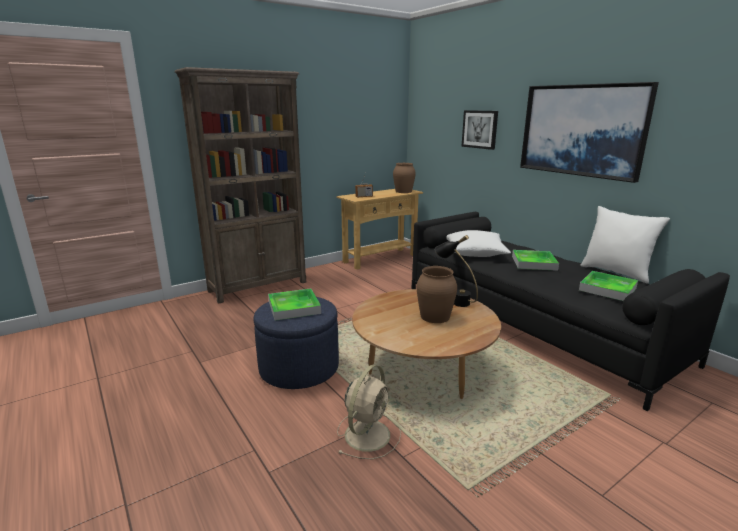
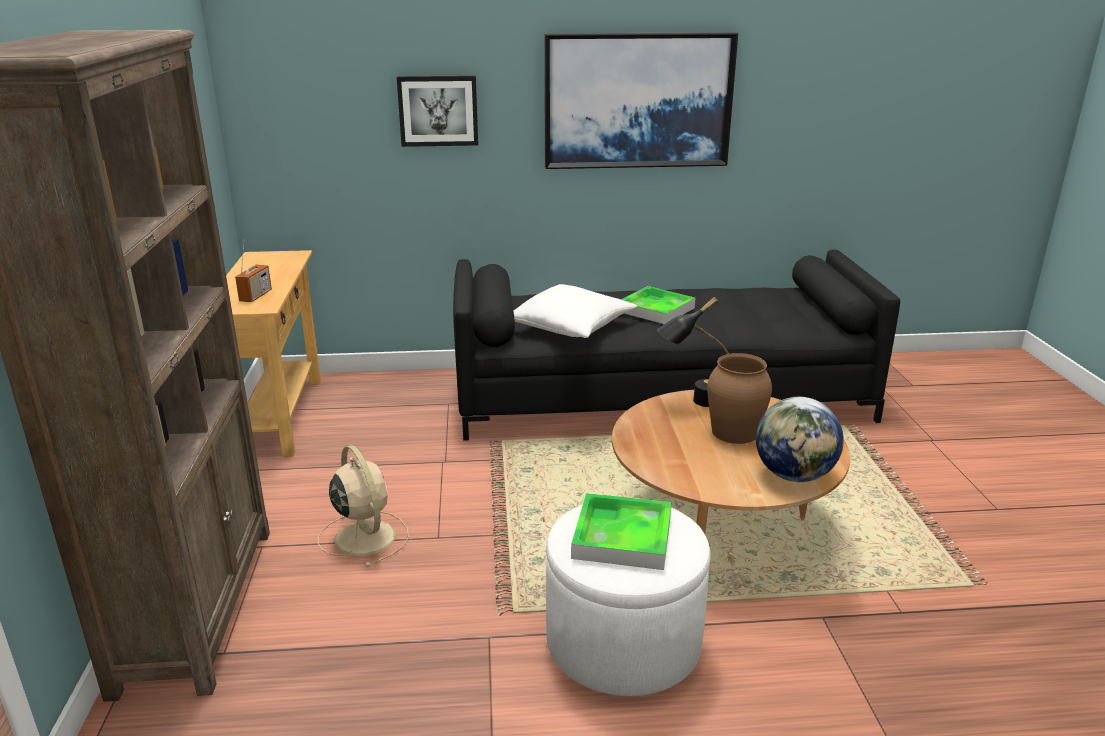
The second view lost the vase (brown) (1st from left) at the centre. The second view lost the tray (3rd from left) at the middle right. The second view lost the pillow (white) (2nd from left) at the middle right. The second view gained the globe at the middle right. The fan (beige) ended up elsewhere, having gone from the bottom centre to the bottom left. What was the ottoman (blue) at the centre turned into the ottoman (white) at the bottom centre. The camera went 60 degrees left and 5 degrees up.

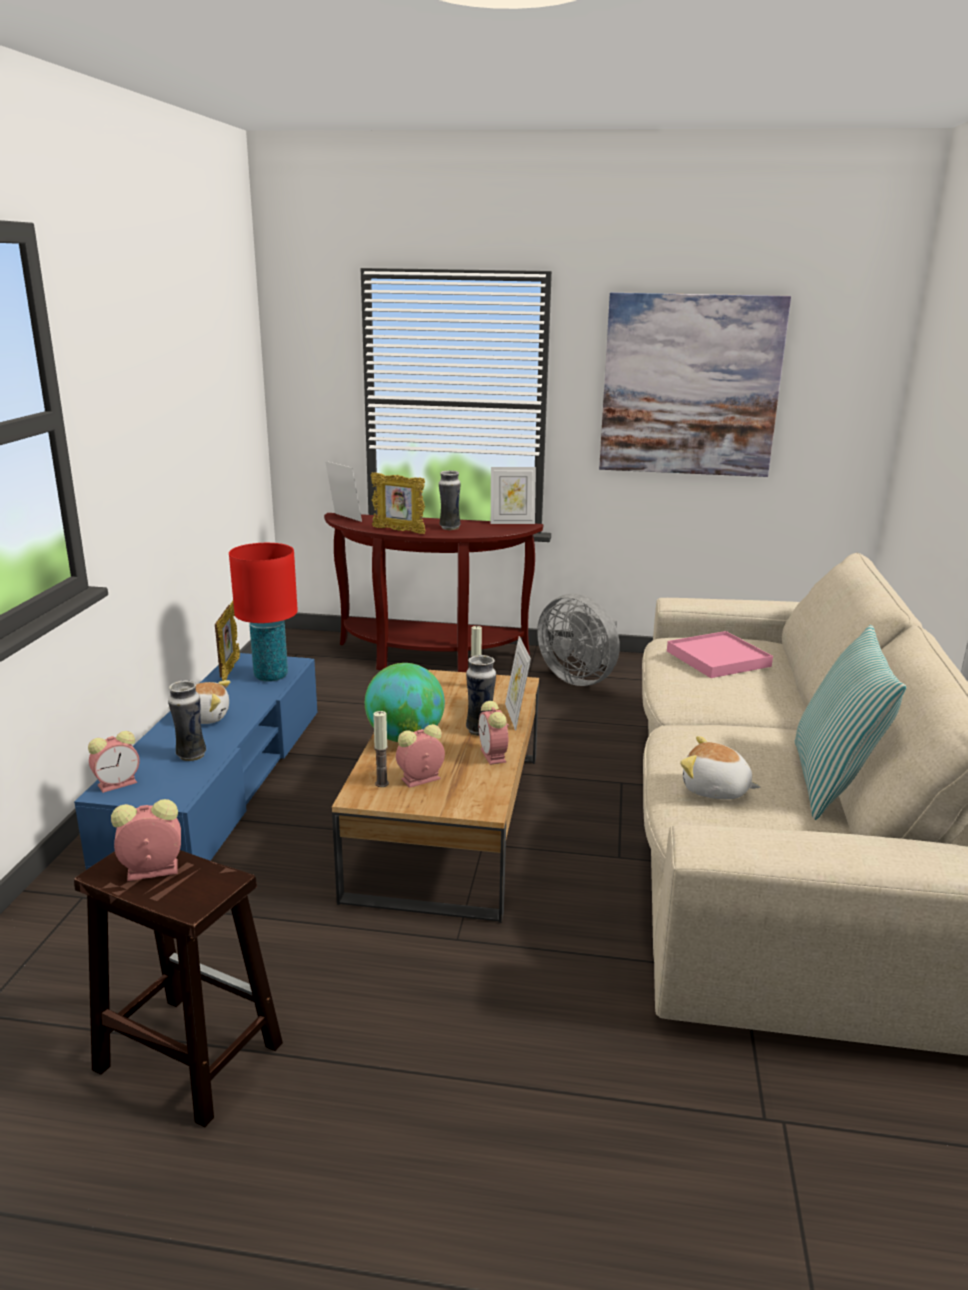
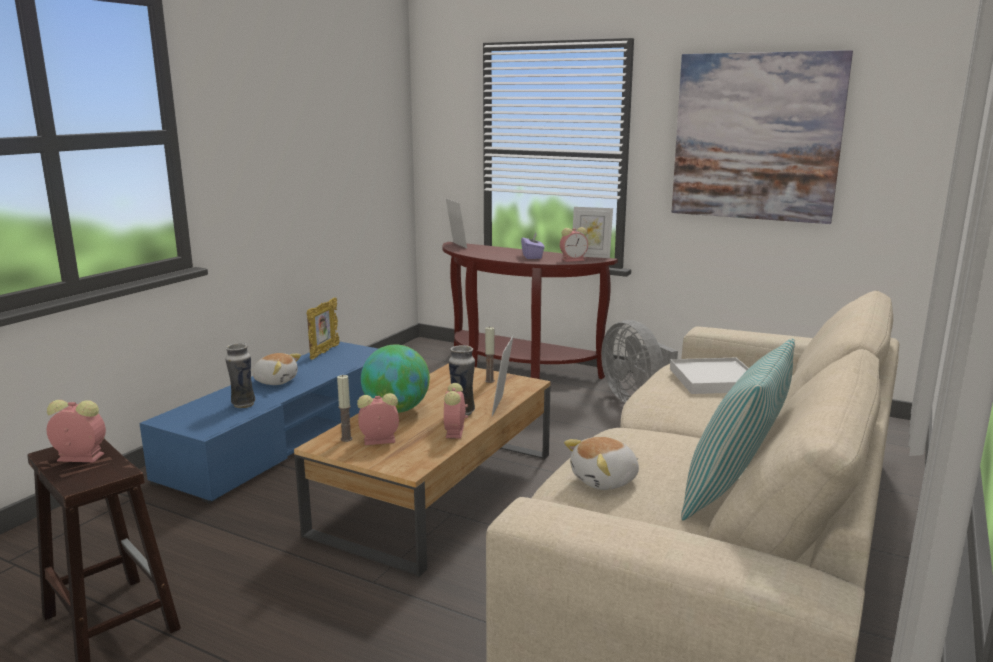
The second view lost the table lamp (red) at the middle left. The second view lost the picture frame (3rd from left) at the centre. The alarm clock (1st from left in the first image) ended up elsewhere, having gone from the middle left to the centre. Where the vase (2nd from left) stood at the centre, the tissue box (purple) came to stand at the centre. What was the tray (pink) at the middle right turned into the tray (white) at the middle right. The plush toy (2nd from left) at the middle right ended up facing another way, 75 degrees counterclockwise from before. The camera went 20 degrees right and 5 degrees down.

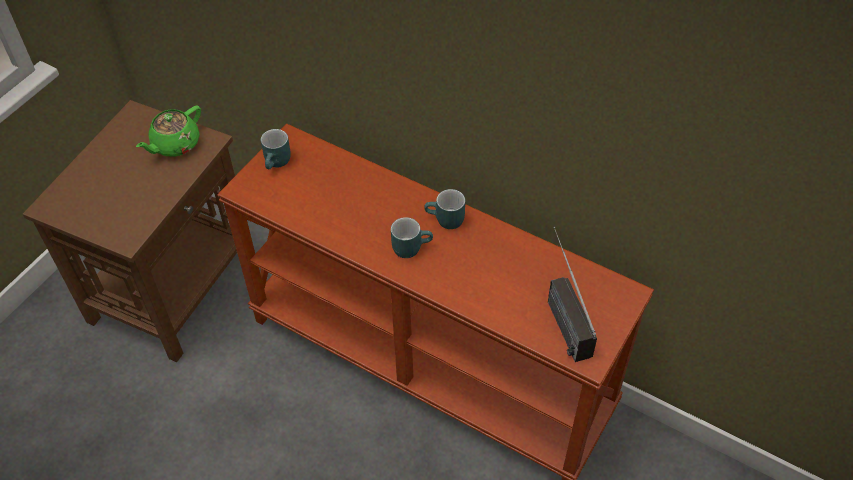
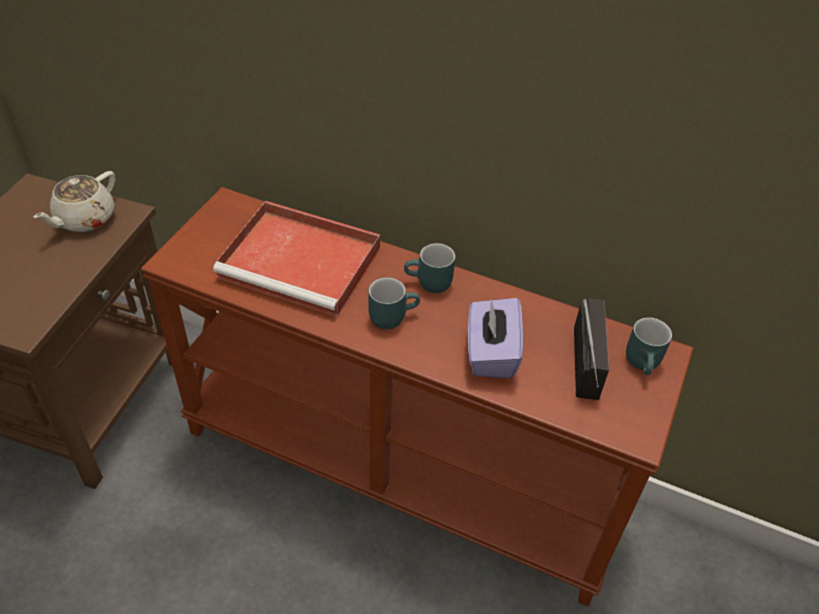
The second view gained the tray (red) at the centre. The second view gained the tissue box (purple) at the centre. The mug (turquoise) (1st from left in the first image) ended up elsewhere, having gone from the top left to the middle right. What was the teapot (green) at the top left turned into the teapot (beige) at the top left. The radio at the middle right ended up facing another way, 150 degrees counterclockwise from before. The camera went 10 degrees left and 5 degrees down.

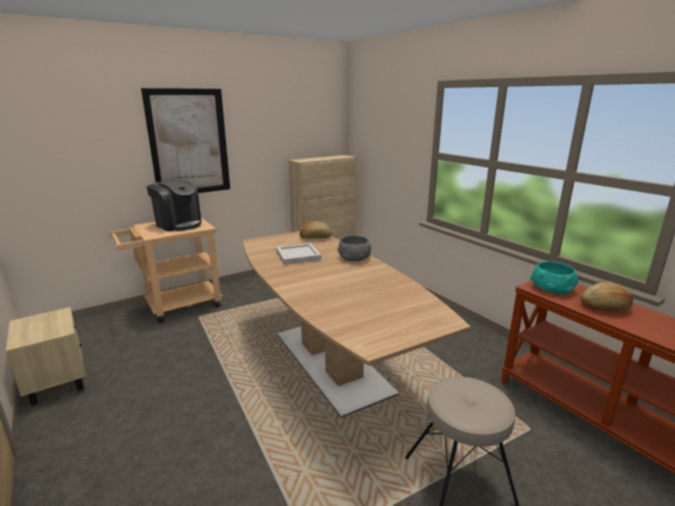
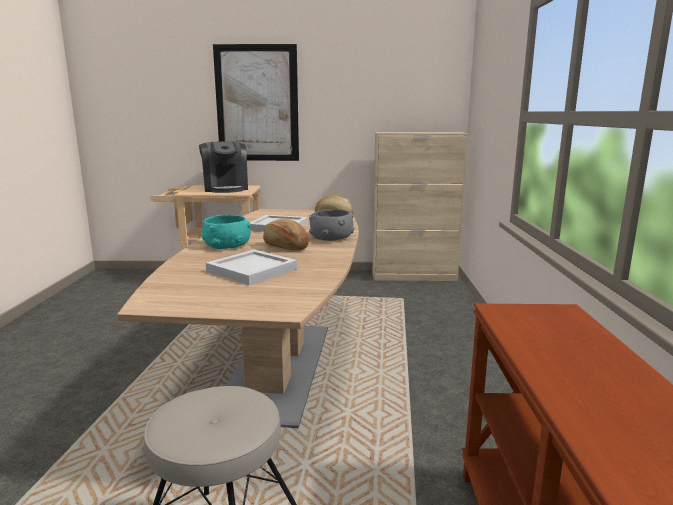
The second view lost the nightstand (beige) at the bottom left. The second view gained the tray (white) (1st from left) at the centre. The bowl (turquoise) ended up elsewhere, having gone from the middle right to the centre. The bread (2nd from left in the first image) ended up elsewhere, having gone from the middle right to the centre. The camera went 35 degrees right and 5 degrees down.

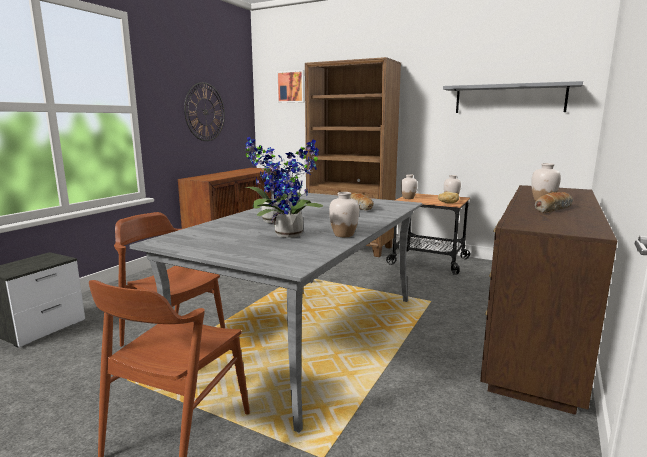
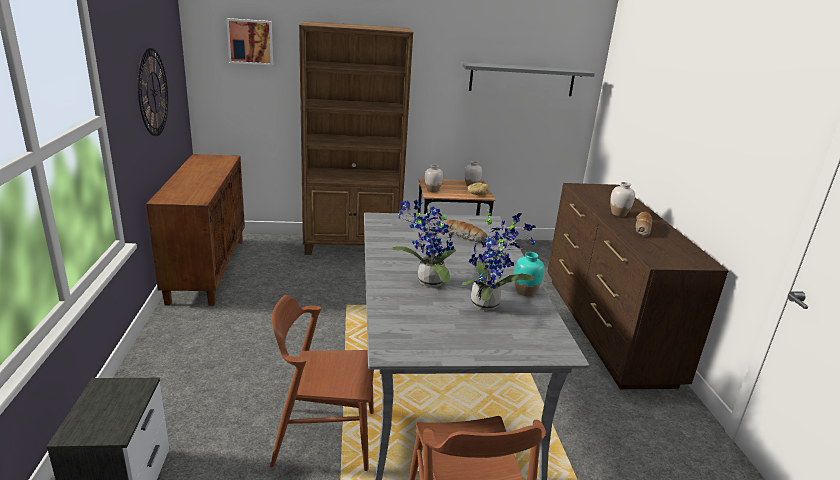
What was the vase (white) (1st from left) at the centre turned into the vase (turquoise) at the centre. The camera went 35 degrees left and 10 degrees up.

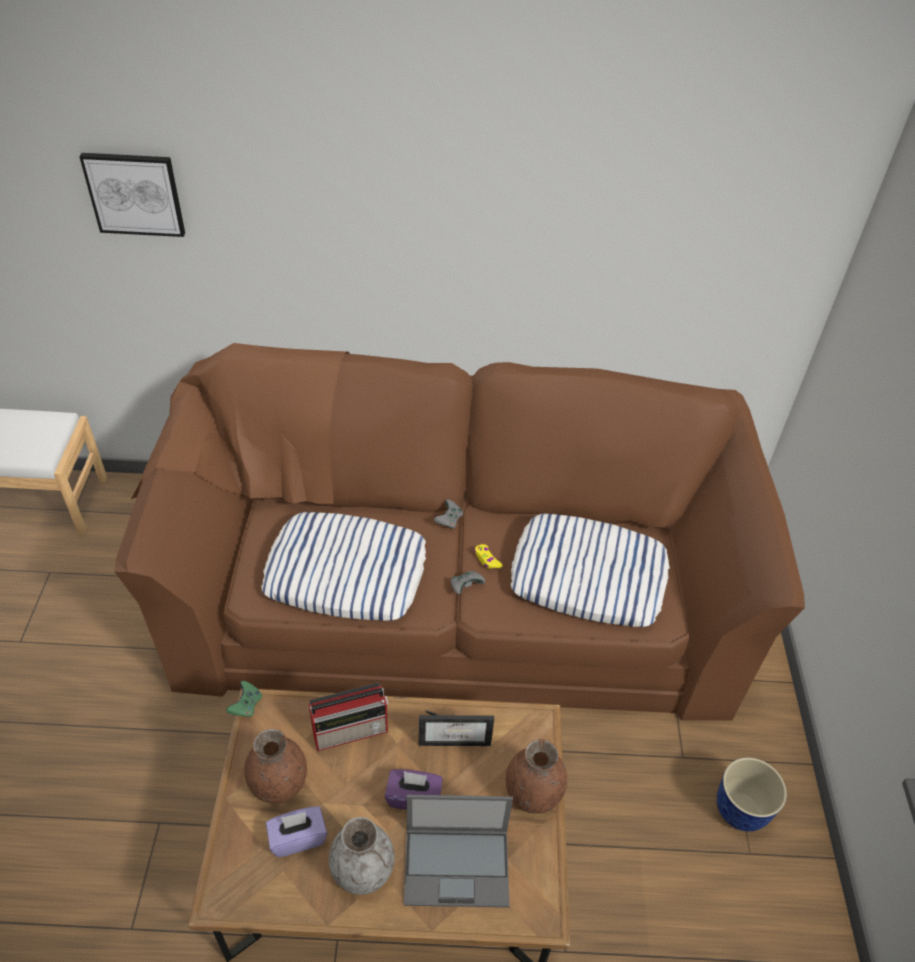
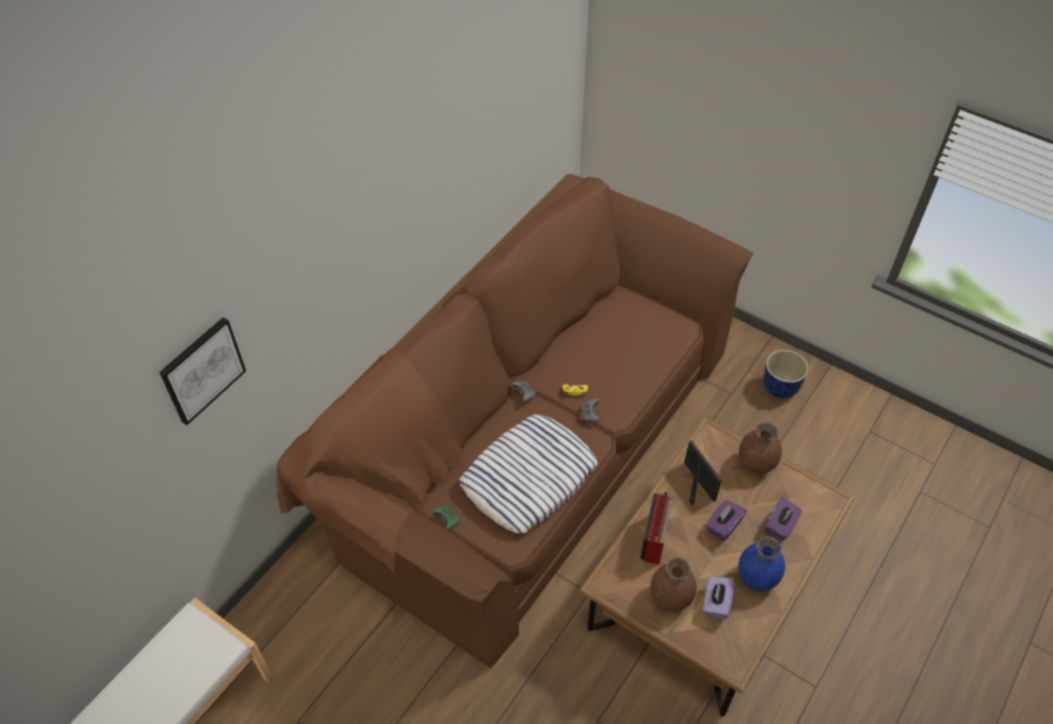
The second view lost the pillow (2nd from left) at the centre. The game controller (green) ended up elsewhere, having gone from the bottom left to the bottom centre. Where the laptop stood at the bottom centre, the tissue box (purple) (3rd from left) came to stand at the bottom right. What was the vase (grey) at the bottom centre turned into the vase (blue) at the bottom right. The picture frame at the bottom centre ended up facing another way, 60 degrees counterclockwise from before. The camera went 55 degrees left and 5 degrees up.

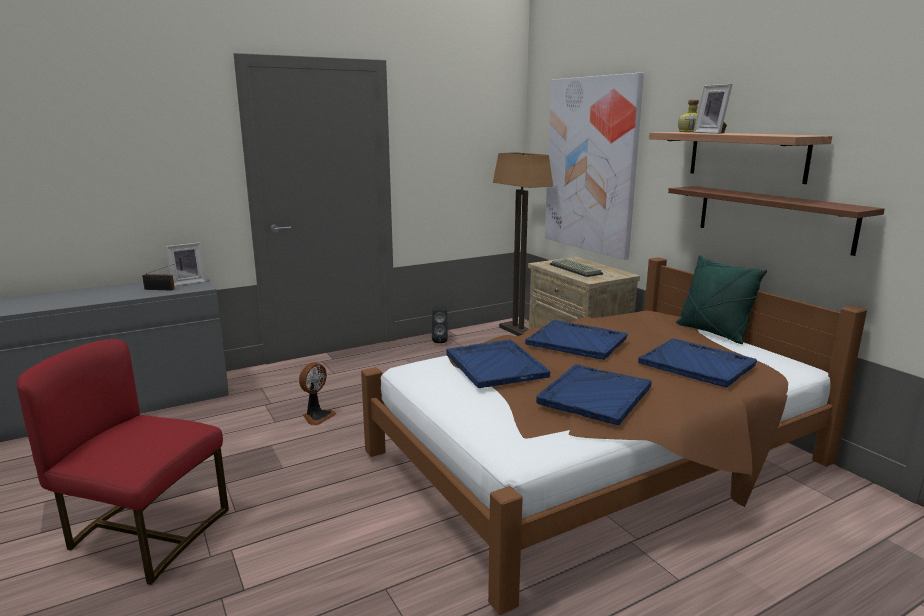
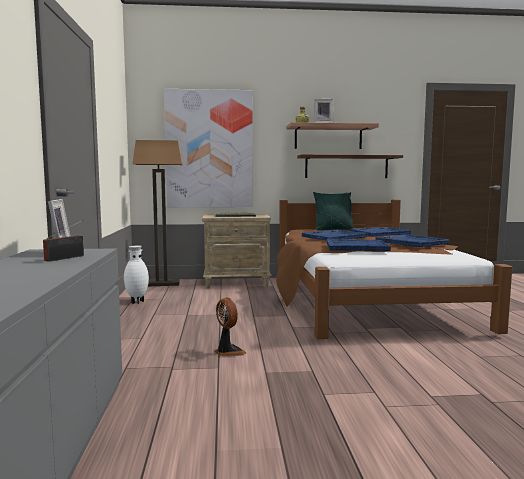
The second view lost the chair (red) at the bottom left. Where the speaker (black) stood at the centre, the vase (white) came to stand at the middle left. The camera went 65 degrees left and 10 degrees down.

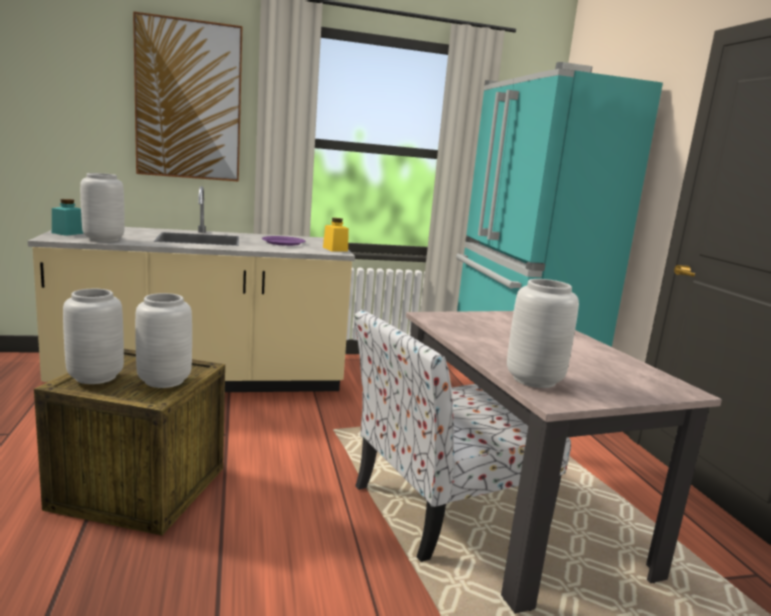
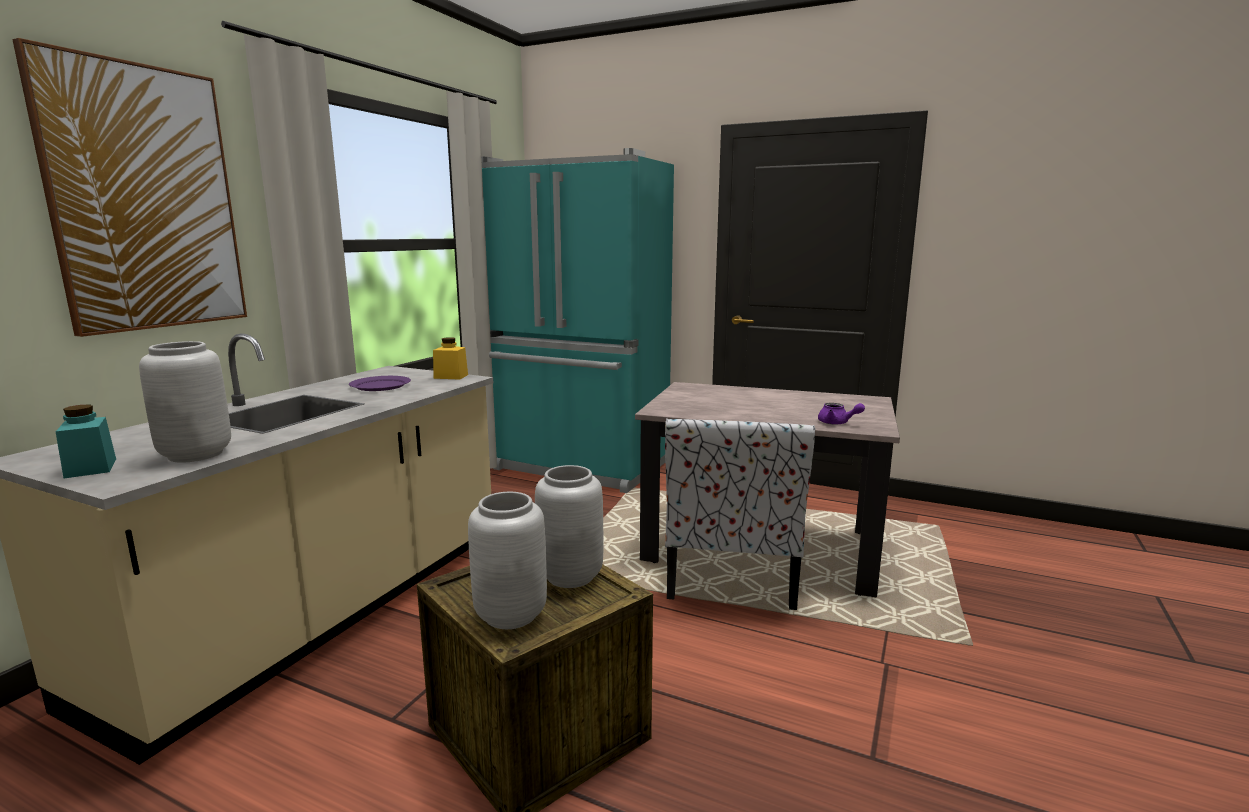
Where the vase (grey) (4th from left) stood at the middle right, the teapot (purple) came to stand at the middle right. The camera went 50 degrees left and 0 degrees up.

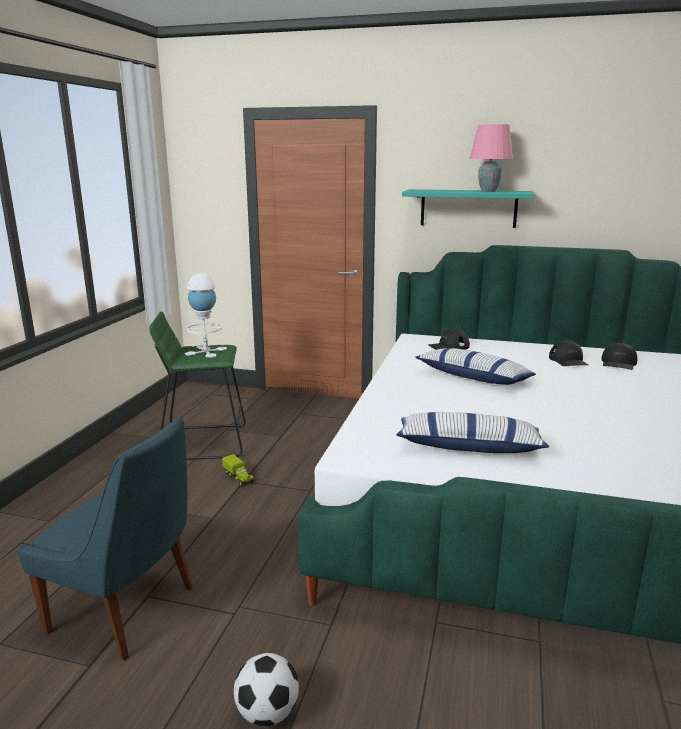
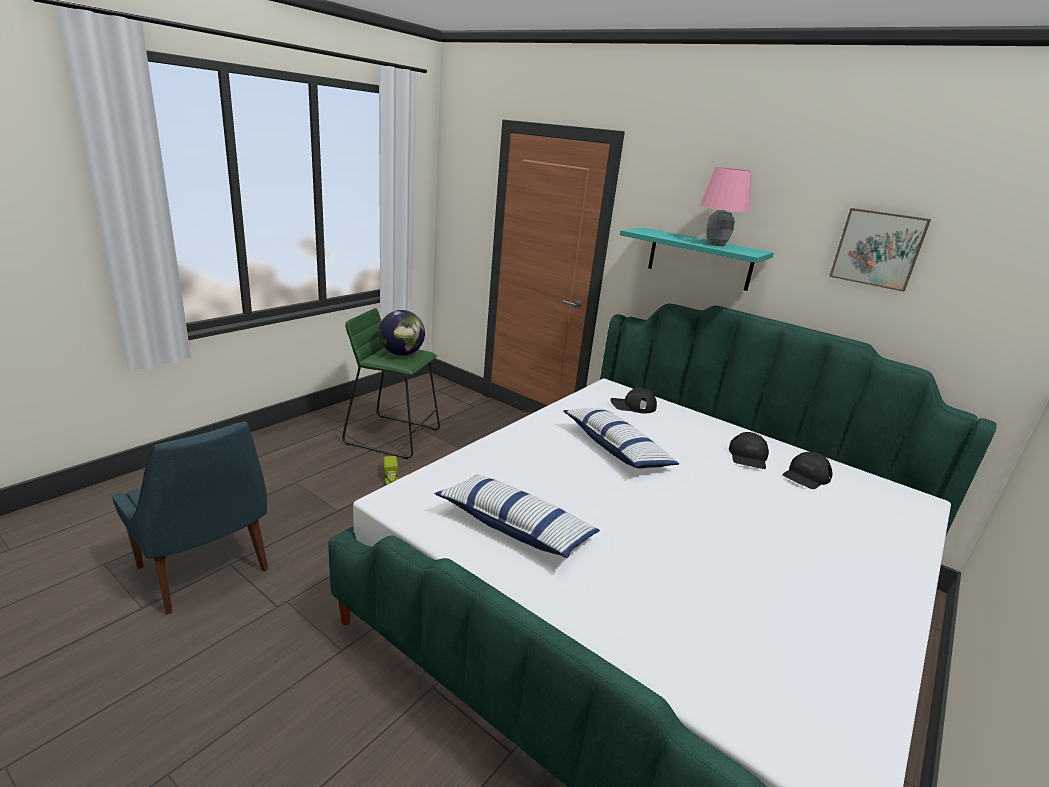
The second view lost the football at the bottom centre. The second view gained the picture at the top right. Where the table lamp (white) stood at the middle left, the globe came to stand at the centre. The camera went 20 degrees right and 5 degrees up.

